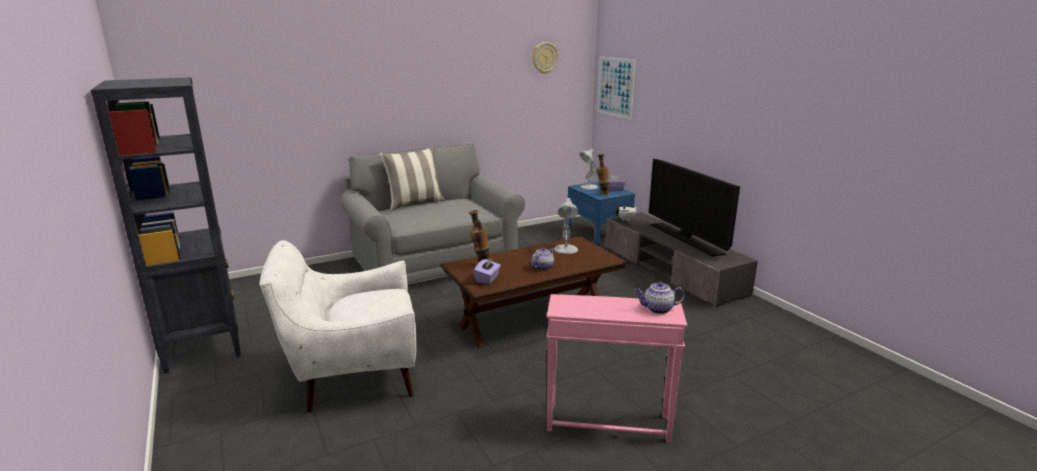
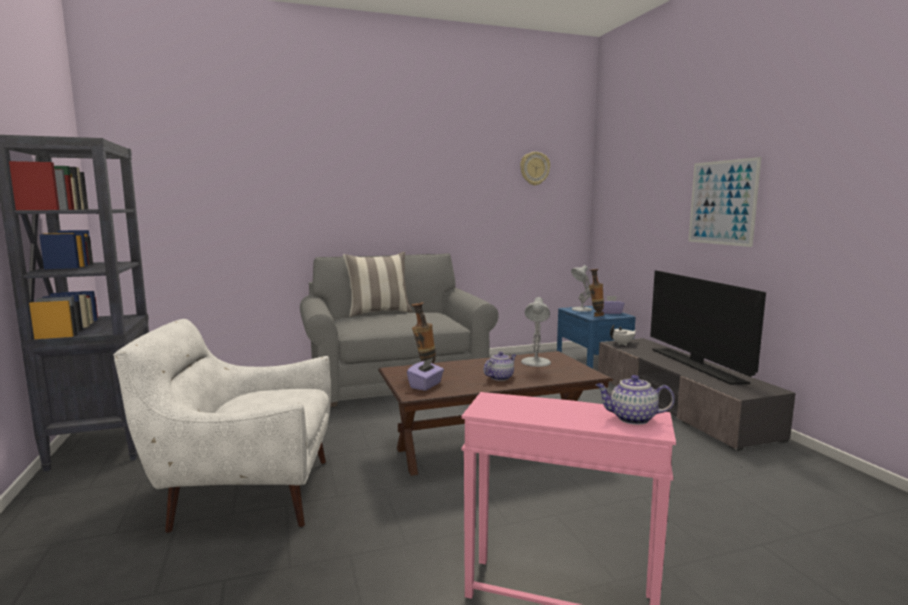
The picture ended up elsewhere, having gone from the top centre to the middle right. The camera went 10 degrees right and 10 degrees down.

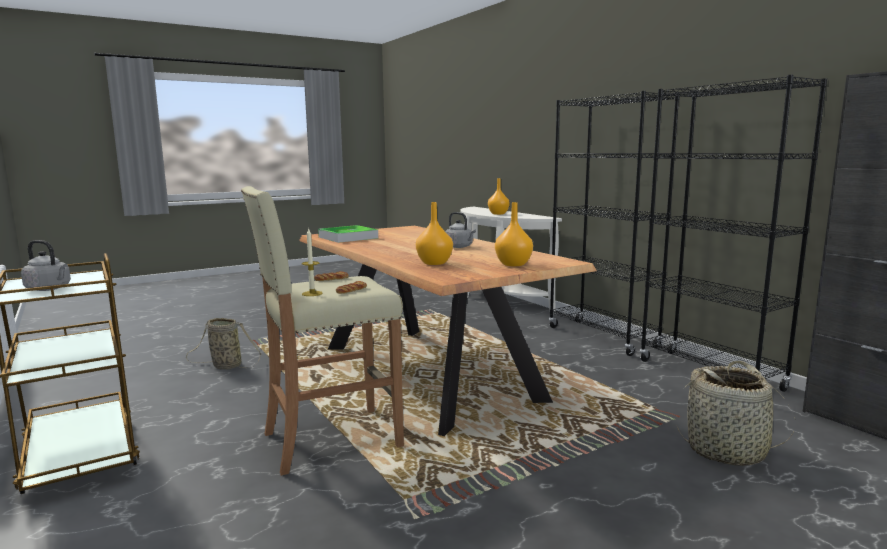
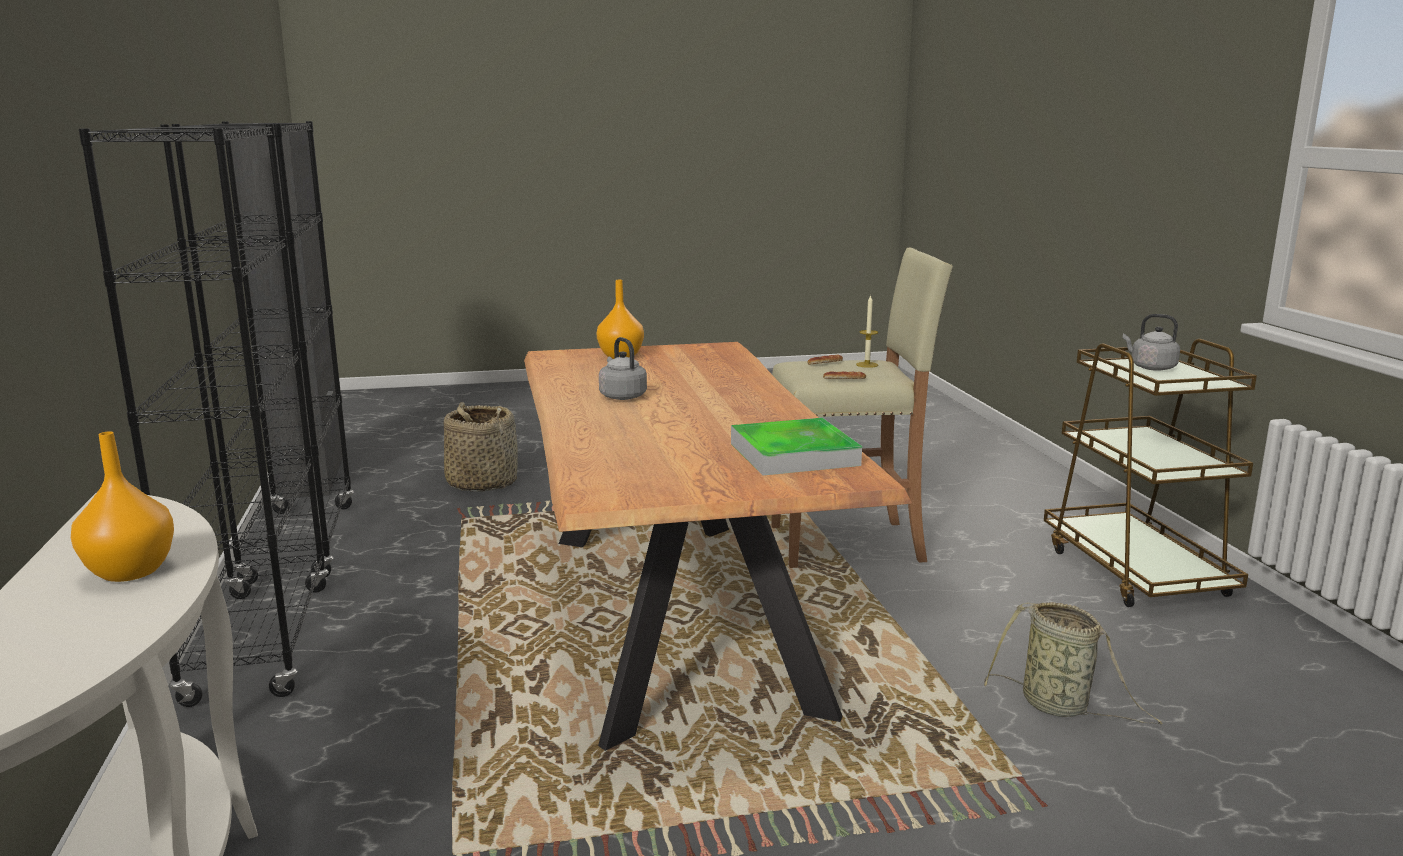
The second view lost the vase (orange) (1st from left) at the centre. The camera went 160 degrees left and 5 degrees up.

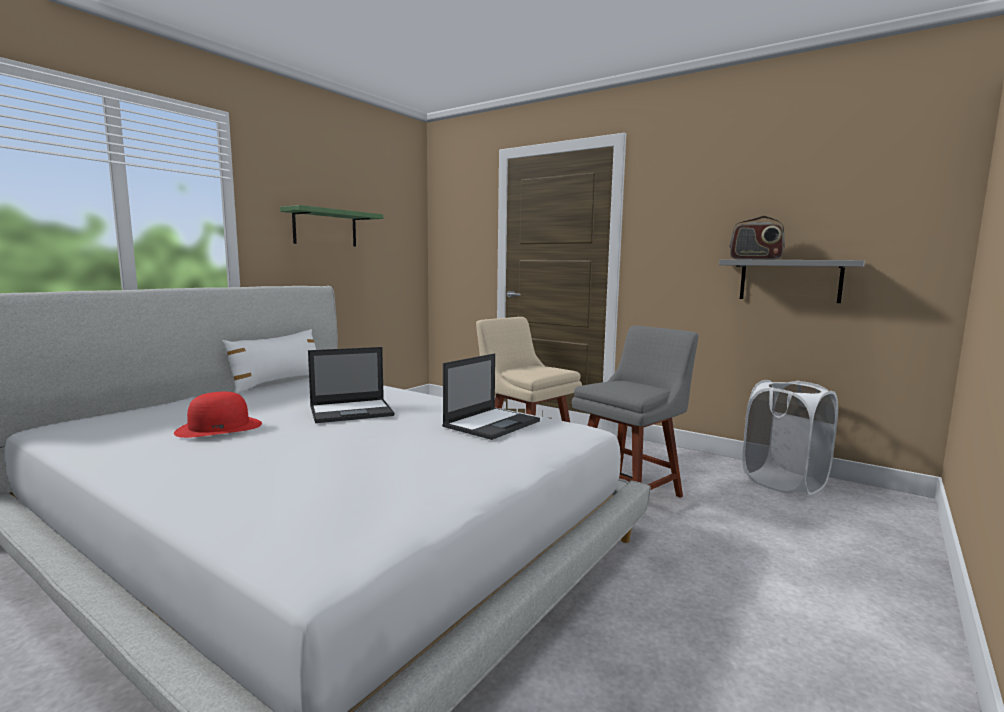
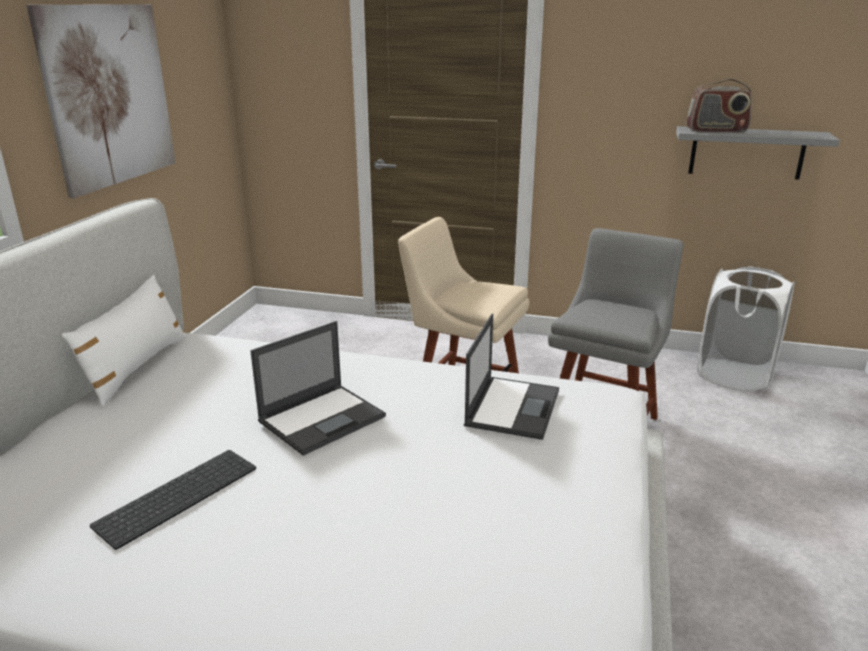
Where the hat (red) stood at the middle left, the keyboard came to stand at the bottom left. Where the shelf (green) hung at the top left, the picture came to hang at the top left. The camera went 20 degrees left and 15 degrees up.

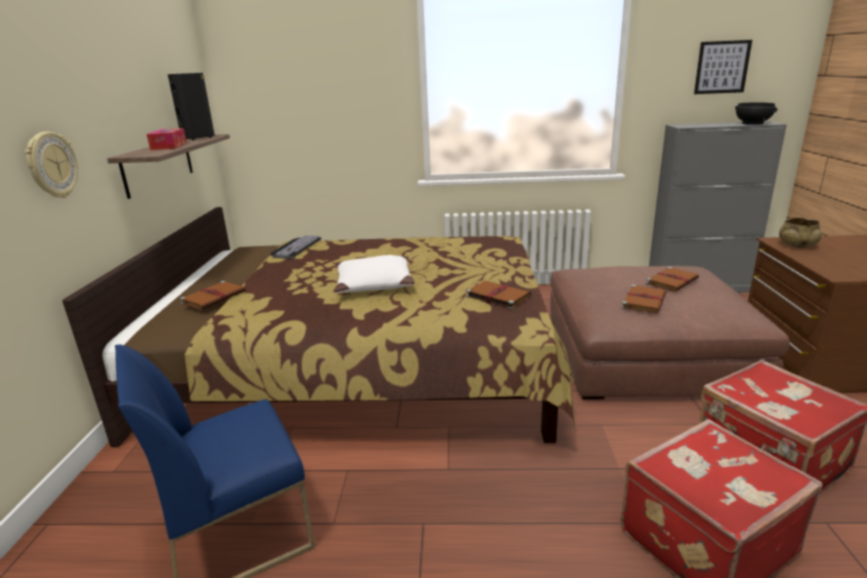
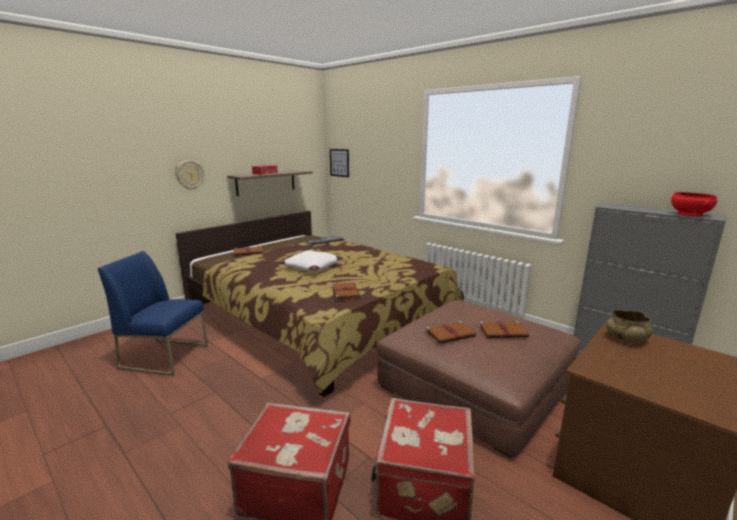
The second view lost the speaker (black) at the top left. The picture ended up elsewhere, having gone from the top right to the top centre. What was the bowl (black) at the top right turned into the bowl (red) at the middle right. The camera went 40 degrees right and 5 degrees down.

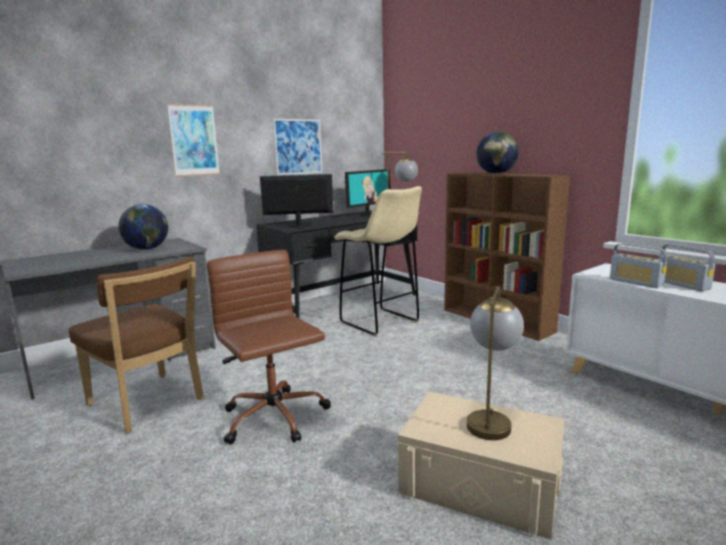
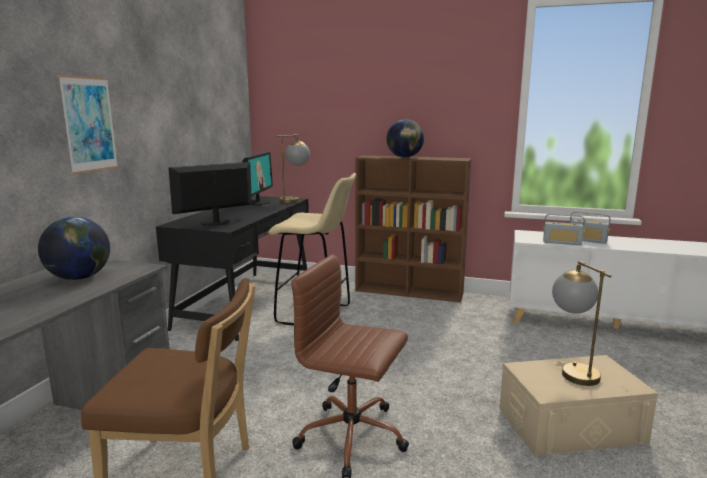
The second view lost the picture (2nd from left) at the top centre. The camera went 35 degrees left and 0 degrees up.

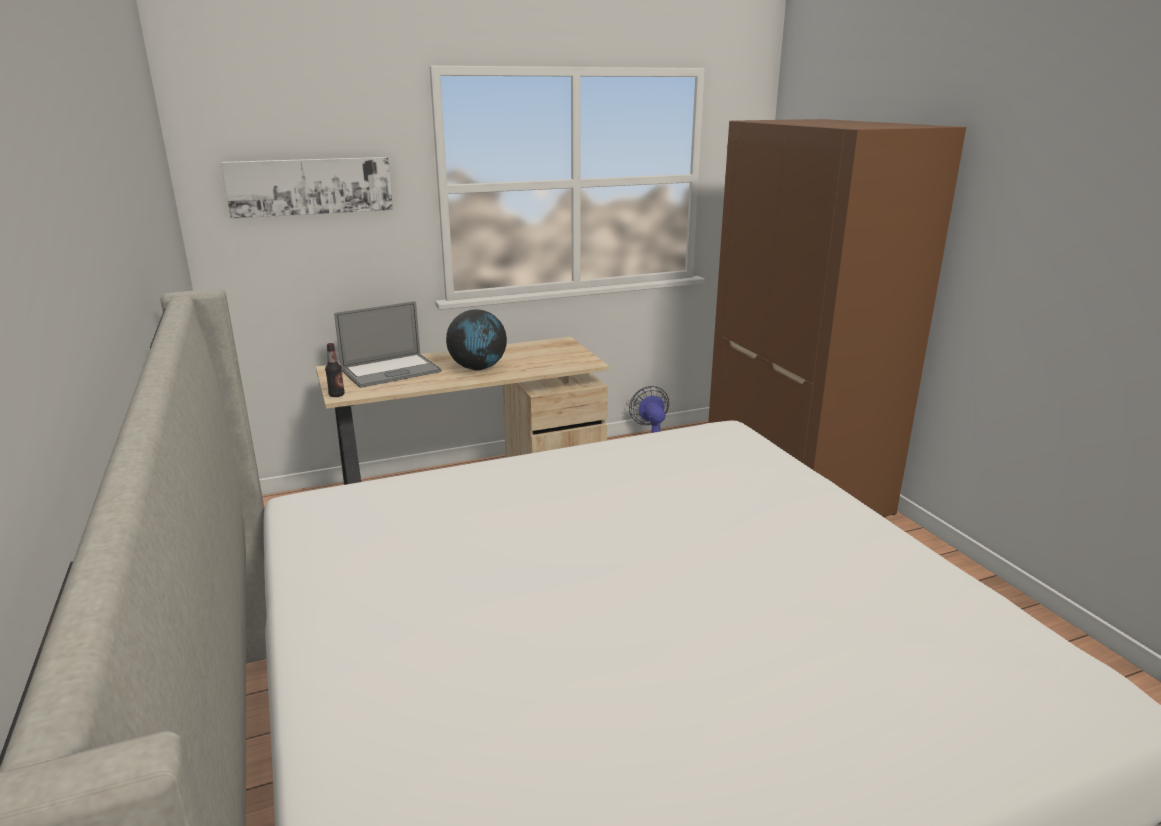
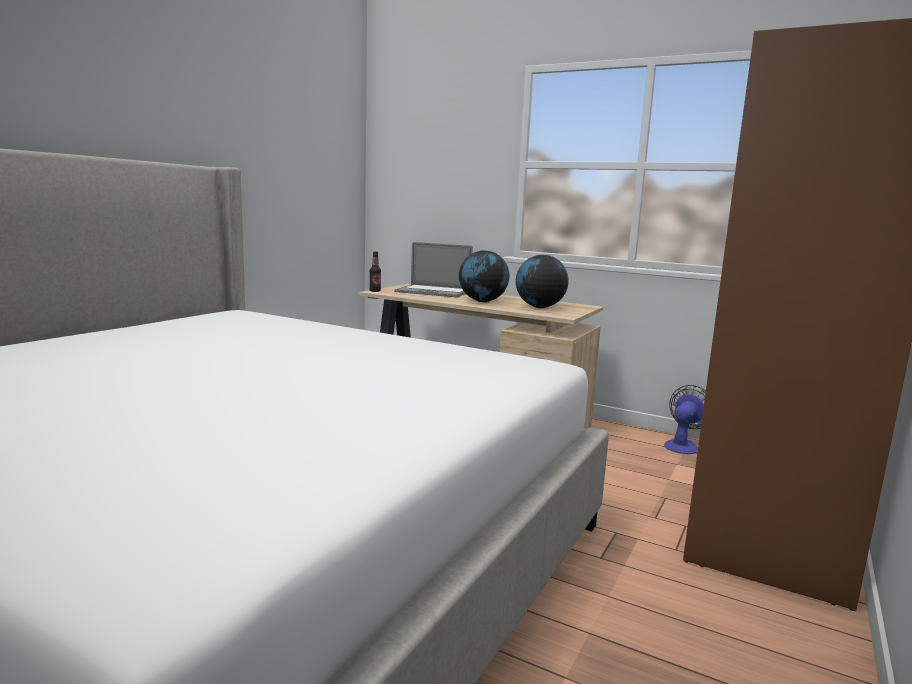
The second view lost the picture at the top left. The second view gained the globe (2nd from left) at the centre. The camera went 50 degrees right and 10 degrees down.

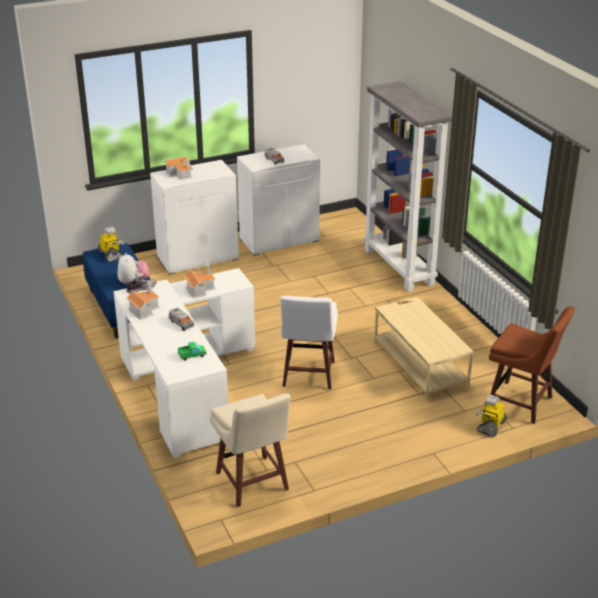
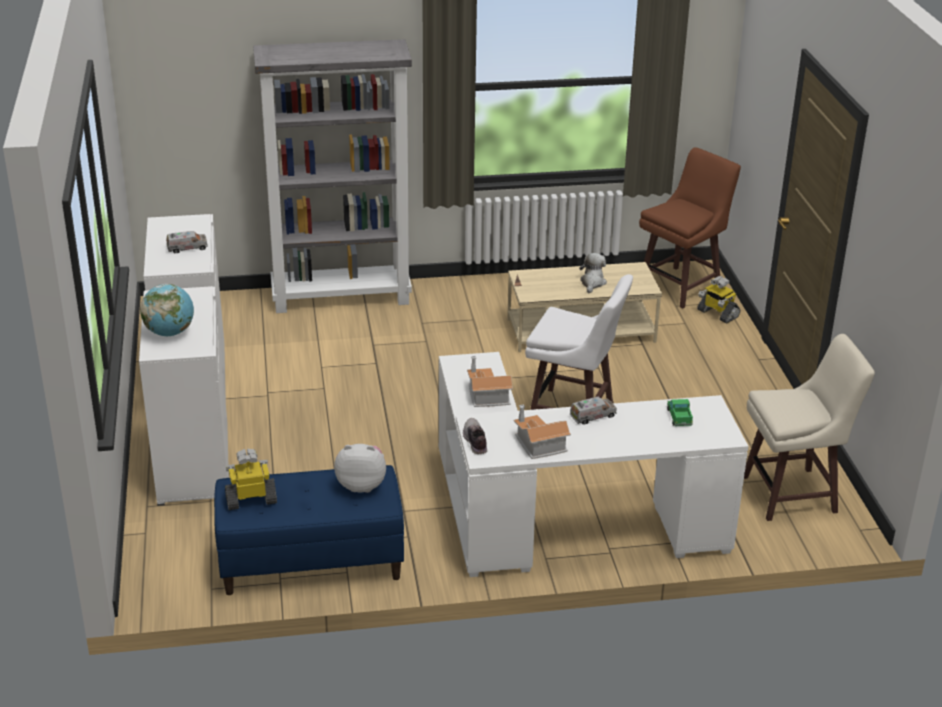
The second view gained the plush toy (2nd from left) at the centre. Where the toy house (2nd from left) stood at the top left, the globe came to stand at the middle left. The camera went 75 degrees left and 0 degrees up.

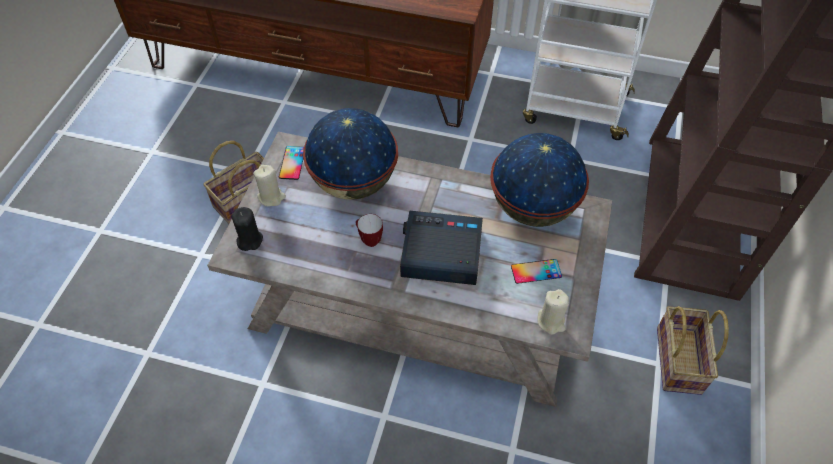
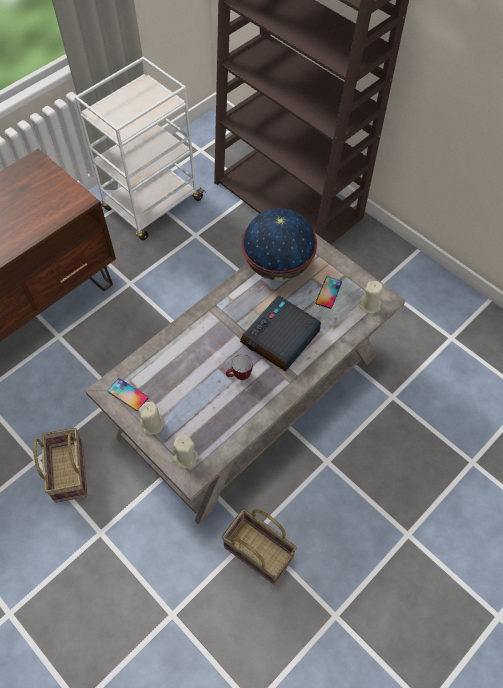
The second view lost the globe (1st from left) at the top centre. The basket (2nd from left) ended up elsewhere, having gone from the bottom right to the bottom centre. What was the candle (black) at the middle left turned into the candle (beige) (2nd from left) at the centre. The camera went 60 degrees left and 5 degrees up.

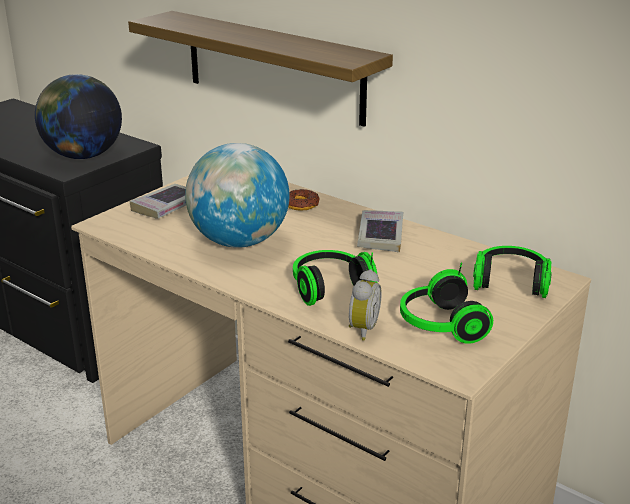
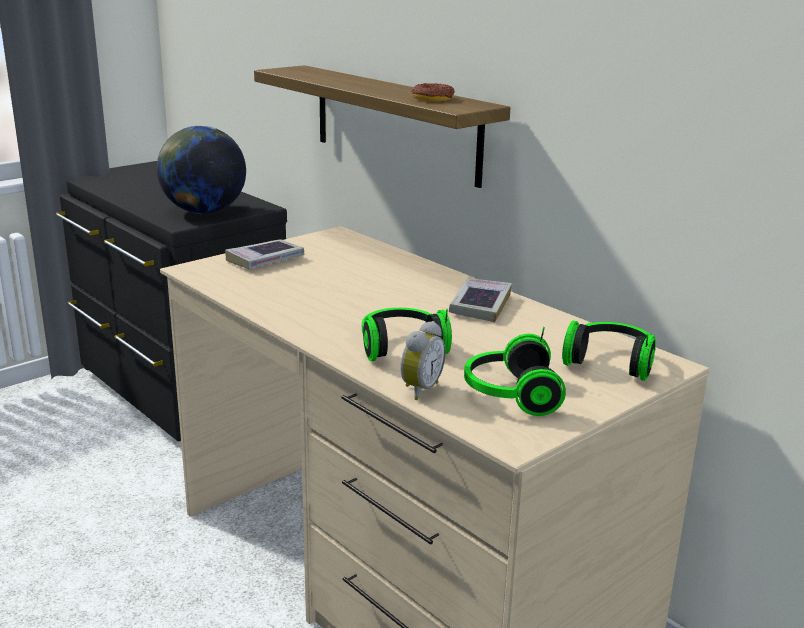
The second view lost the globe (2nd from left) at the centre. The donut ended up elsewhere, having gone from the centre to the top centre. The camera went 10 degrees right and 5 degrees down.

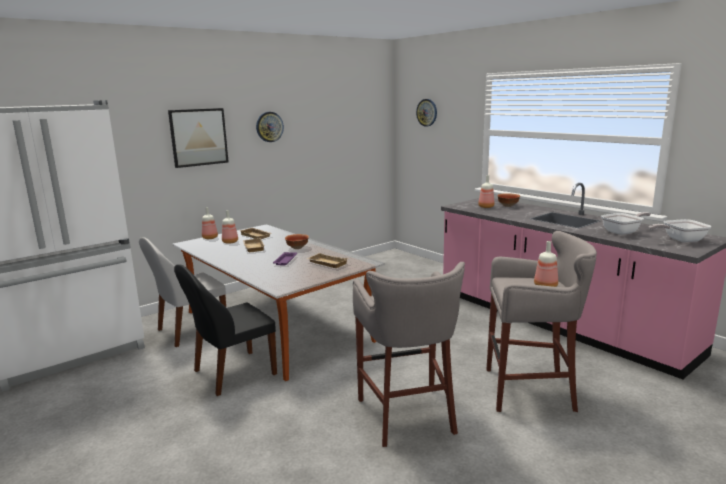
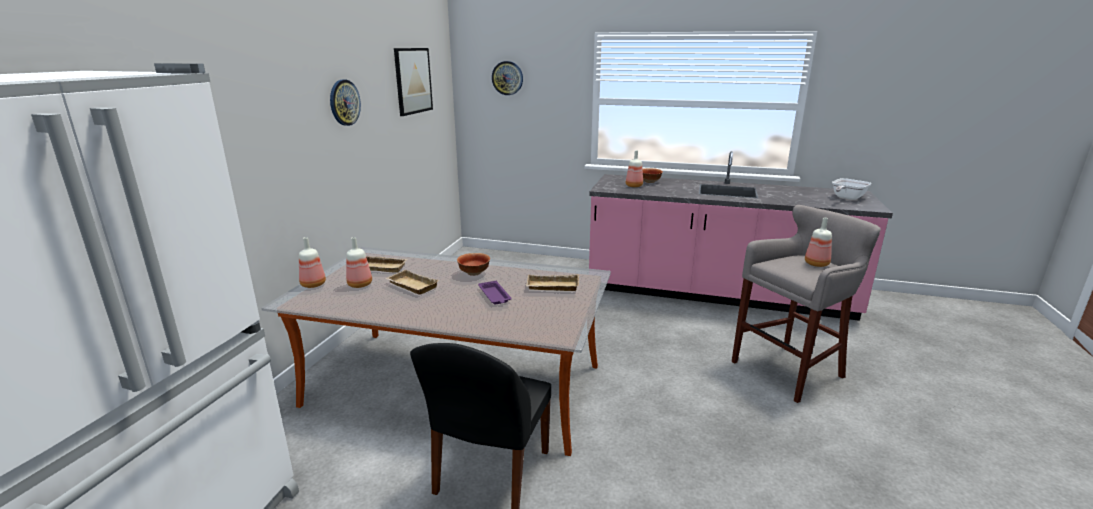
The second view lost the chair (white) at the middle left. The second view lost the stool (grey) (1st from left) at the bottom centre. The second view lost the frying pan (1st from left) at the middle right. The picture ended up elsewhere, having gone from the top left to the top centre. The camera went 35 degrees left and 5 degrees up.

